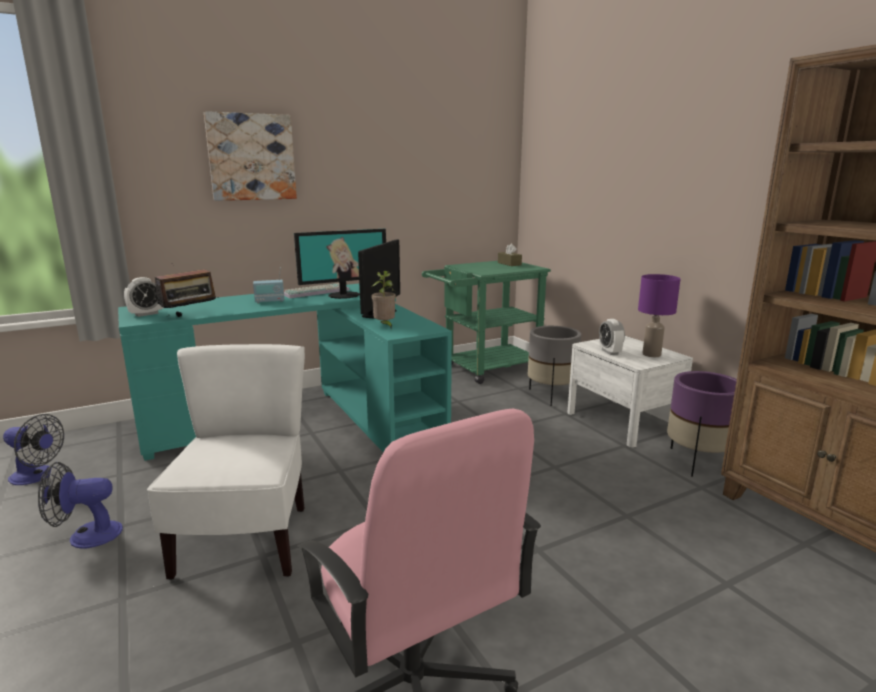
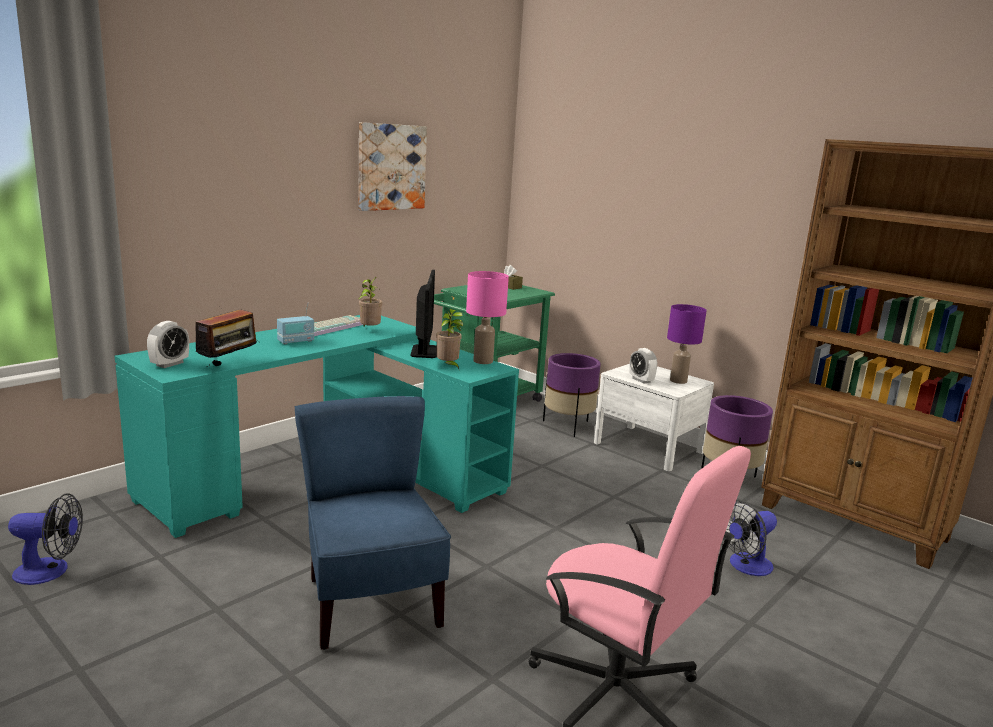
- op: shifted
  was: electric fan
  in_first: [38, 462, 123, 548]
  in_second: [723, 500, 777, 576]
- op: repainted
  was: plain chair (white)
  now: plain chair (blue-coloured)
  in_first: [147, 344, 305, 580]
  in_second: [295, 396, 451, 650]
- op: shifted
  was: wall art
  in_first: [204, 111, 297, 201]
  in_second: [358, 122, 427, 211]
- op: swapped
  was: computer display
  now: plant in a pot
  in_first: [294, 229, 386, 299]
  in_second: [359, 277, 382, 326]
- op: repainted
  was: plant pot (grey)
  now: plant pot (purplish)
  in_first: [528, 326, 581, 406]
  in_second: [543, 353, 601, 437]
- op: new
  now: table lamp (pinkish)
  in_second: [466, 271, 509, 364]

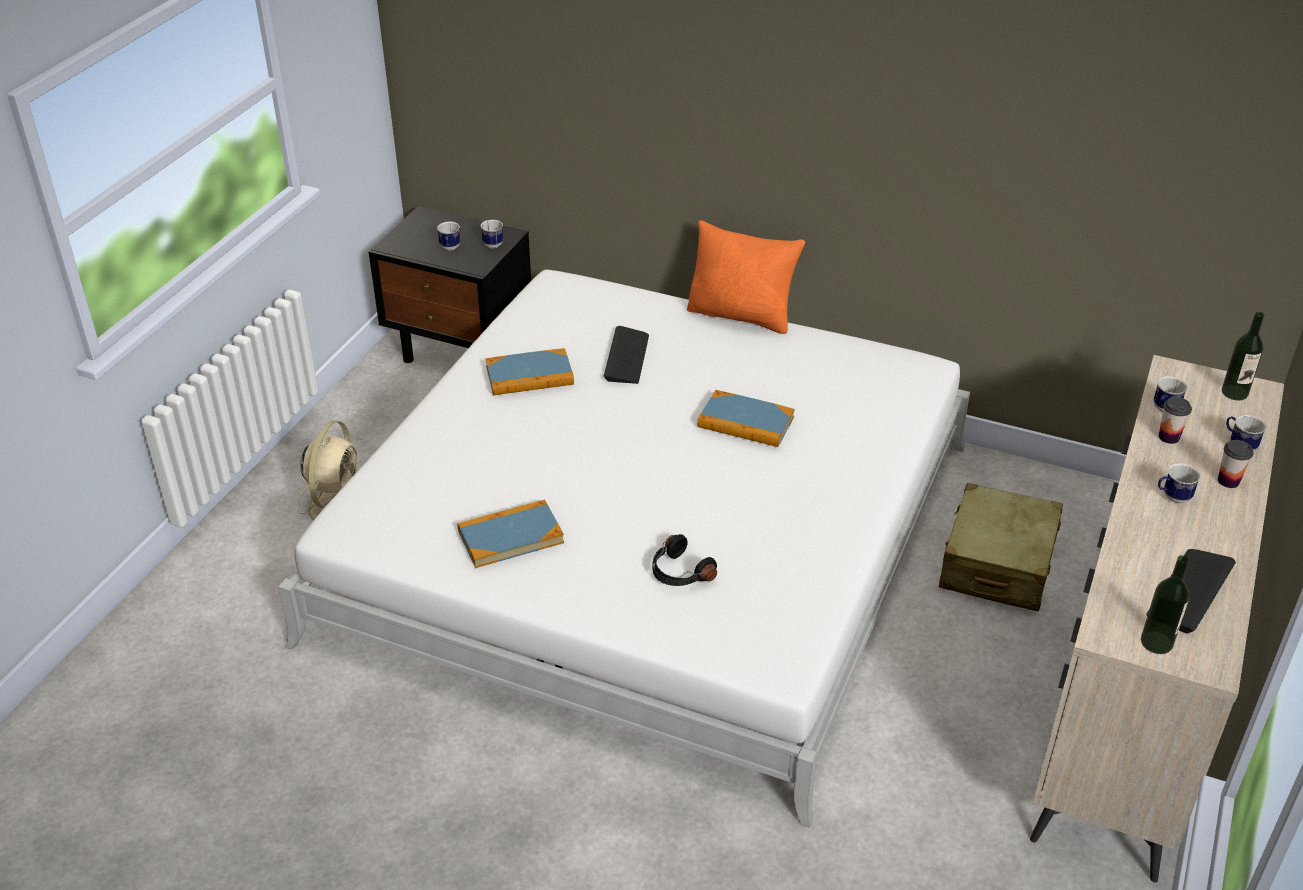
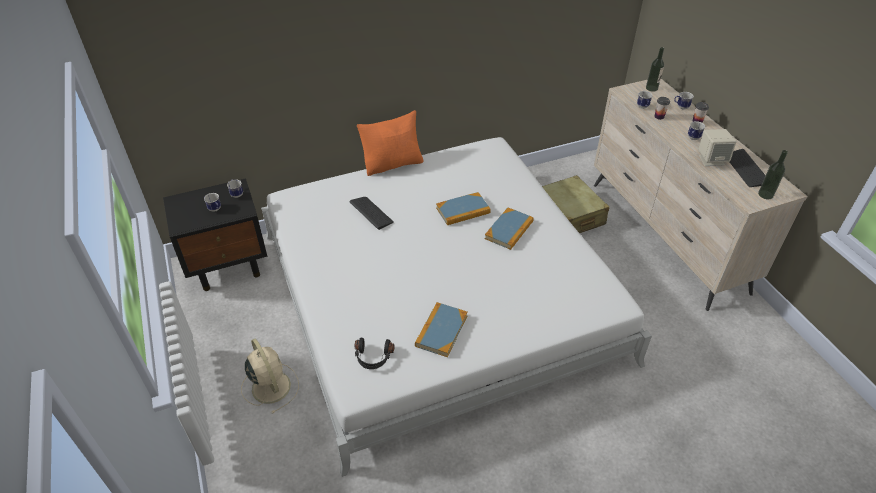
- op: shifted
  was: volume
  in_first: [486, 348, 574, 395]
  in_second: [485, 208, 534, 250]
- op: shifted
  was: headphones (black)
  in_first: [652, 534, 717, 586]
  in_second: [355, 338, 395, 369]
- op: new
  now: audio speaker (sand-coloured)
  in_second: [698, 129, 737, 166]

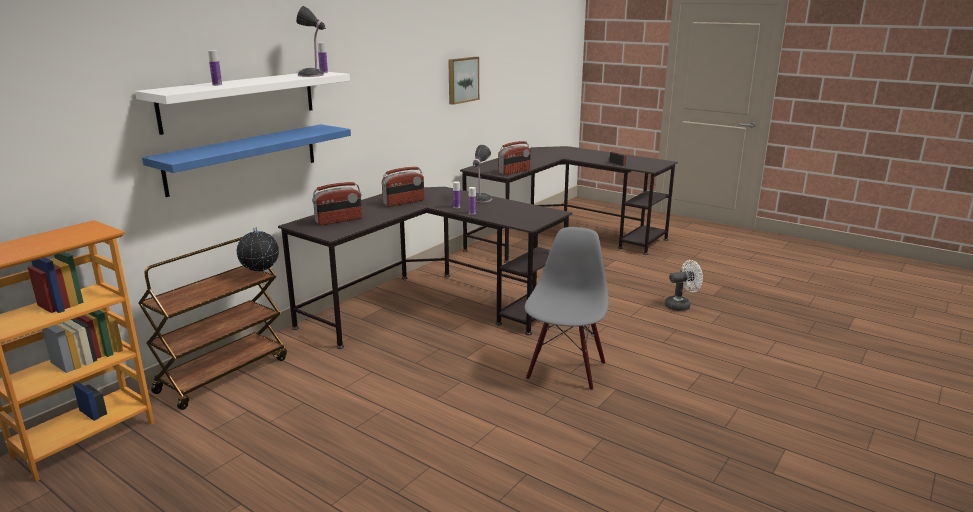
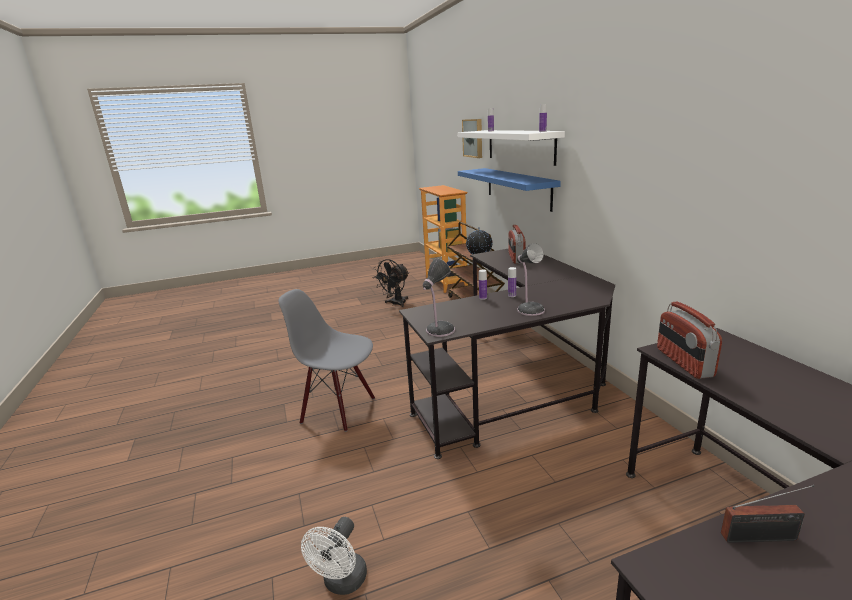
- op: shifted
  was: table lamp
  in_first: [296, 6, 326, 77]
  in_second: [423, 259, 455, 337]
- op: gone
  was: radio receiver
  in_first: [381, 167, 424, 207]
- op: shifted
  was: wall art
  in_first: [448, 57, 479, 105]
  in_second: [462, 119, 482, 158]
- op: rotated
  was: plain chair (grey)
  in_first: [525, 227, 609, 390]
  in_second: [278, 289, 375, 432]
  clockwise: 150
- op: new
  now: electric fan (black)
  in_second: [373, 259, 409, 307]

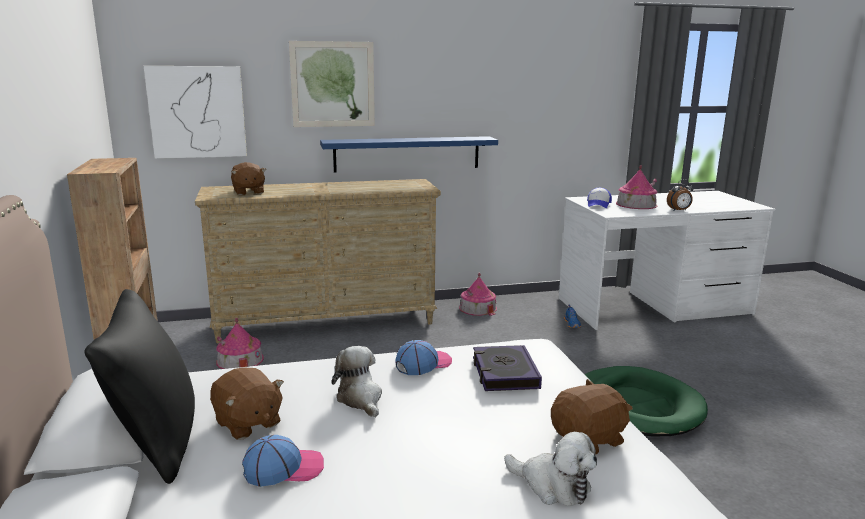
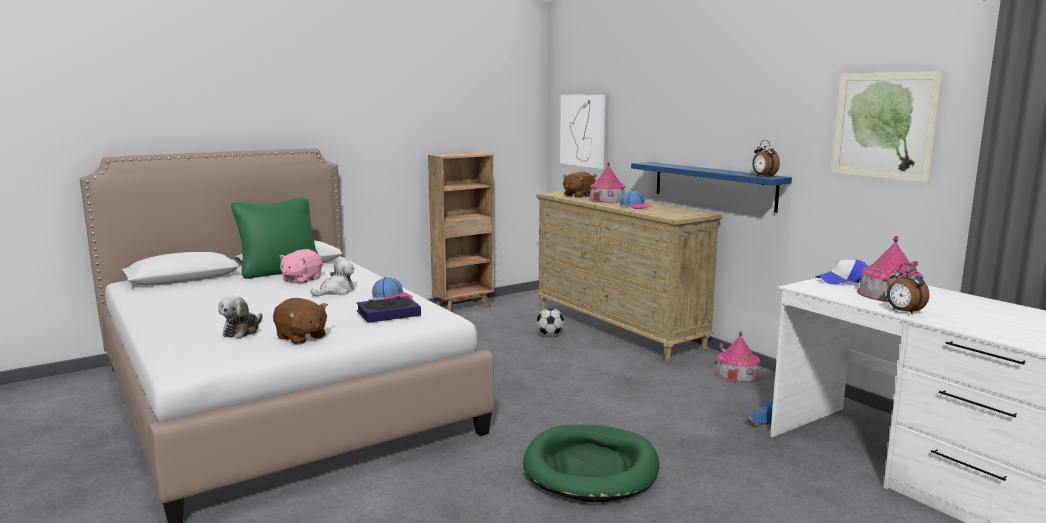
- op: repainted
  was: throw pillow (black)
  now: throw pillow (greenish)
  in_first: [84, 289, 195, 484]
  in_second: [231, 197, 318, 279]
- op: repainted
  was: soft toy (brown-coloured)
  now: soft toy (pinkish)
  in_first: [210, 367, 284, 440]
  in_second: [279, 249, 322, 284]
- op: shifted
  was: toy house
  in_first: [216, 318, 264, 369]
  in_second: [588, 162, 626, 203]
- op: shifted
  was: cap
  in_first: [242, 435, 324, 487]
  in_second: [620, 190, 652, 209]
- op: shifted
  was: wall art
  in_first: [289, 41, 375, 127]
  in_second: [832, 71, 943, 183]
- op: new
  now: ball for football
  in_second: [536, 308, 564, 336]
- op: new
  now: alarm clock
  in_second: [752, 140, 780, 177]

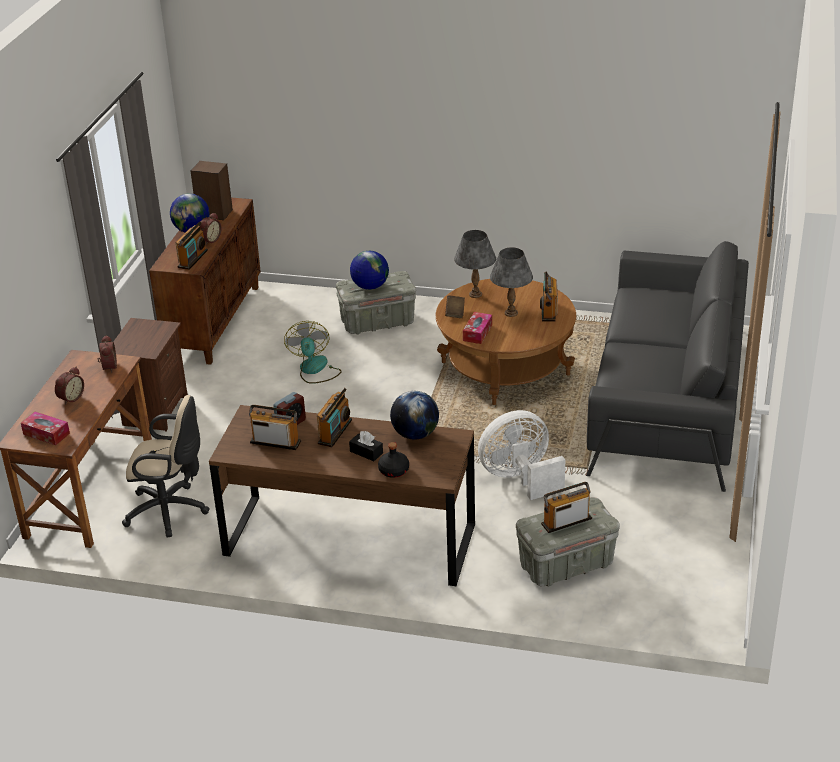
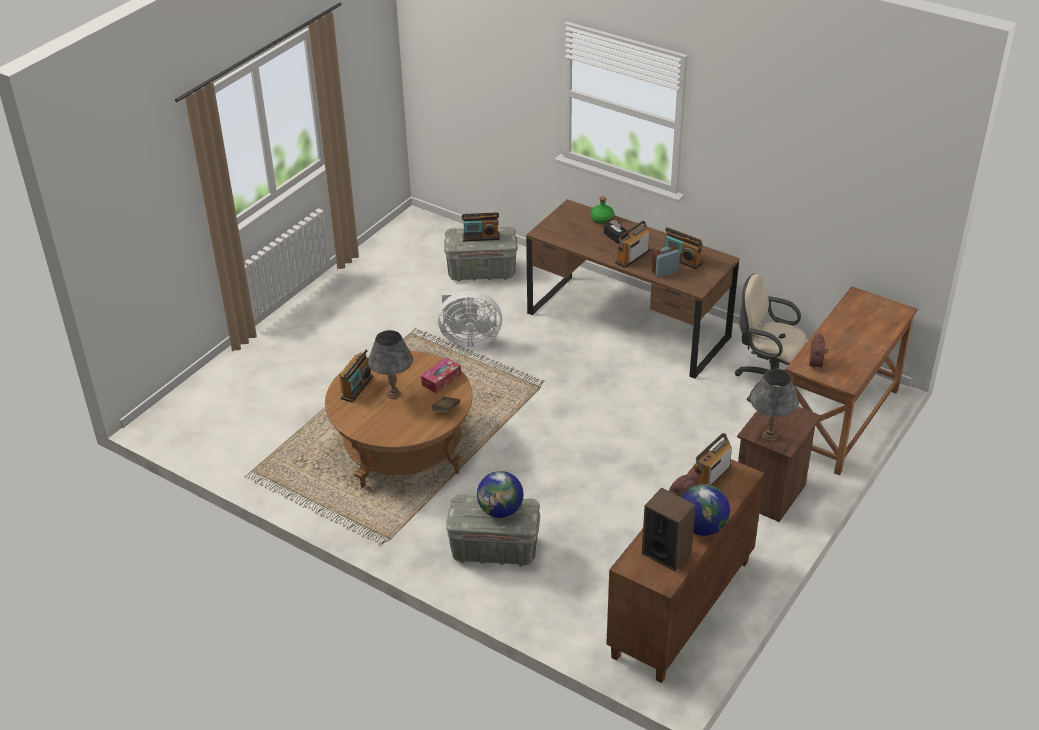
- op: gone
  was: tissue holder
  in_first: [21, 412, 70, 445]
- op: gone
  was: alarm clock
  in_first: [55, 367, 84, 405]
- op: gone
  was: electric fan
  in_first: [284, 321, 342, 384]
- op: repainted
  was: bottle (black)
  now: bottle (greenish)
  in_first: [378, 442, 409, 478]
  in_second: [591, 196, 614, 224]
- op: gone
  was: desk globe
  in_first: [390, 391, 439, 440]
- op: shifted
  was: table lamp (grey)
  in_first: [454, 230, 496, 298]
  in_second: [750, 369, 799, 441]
- op: gone
  was: settee (grey)
  in_first: [586, 241, 749, 492]

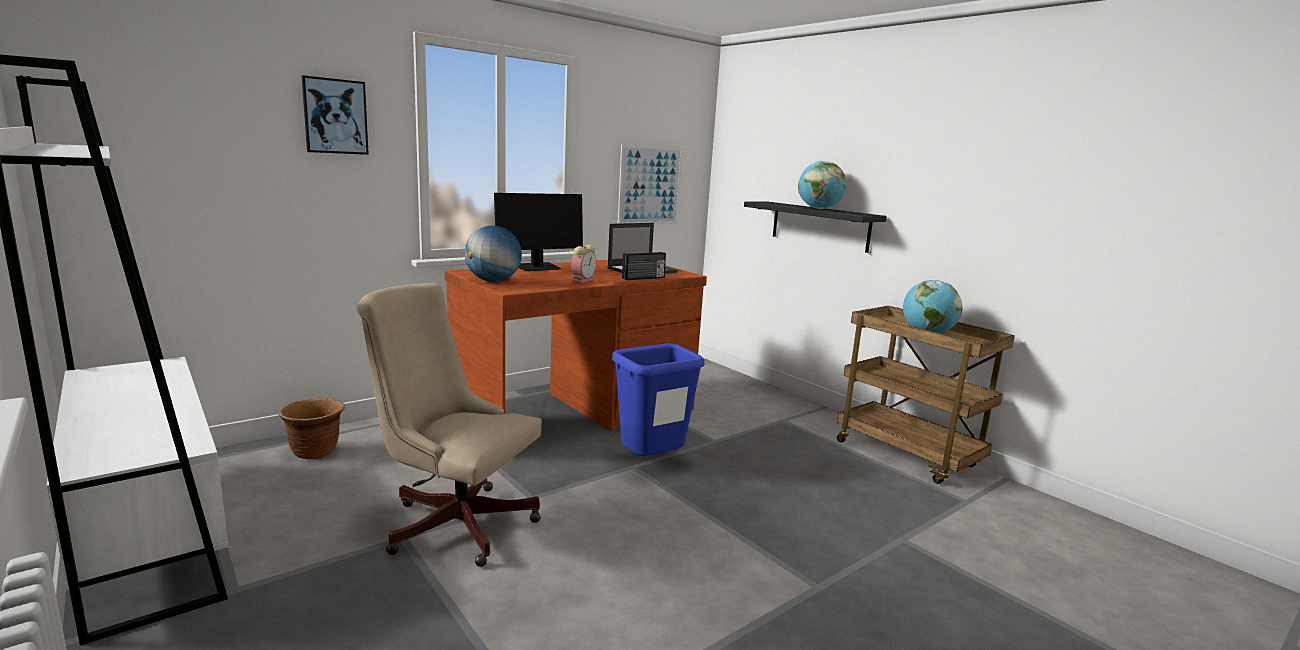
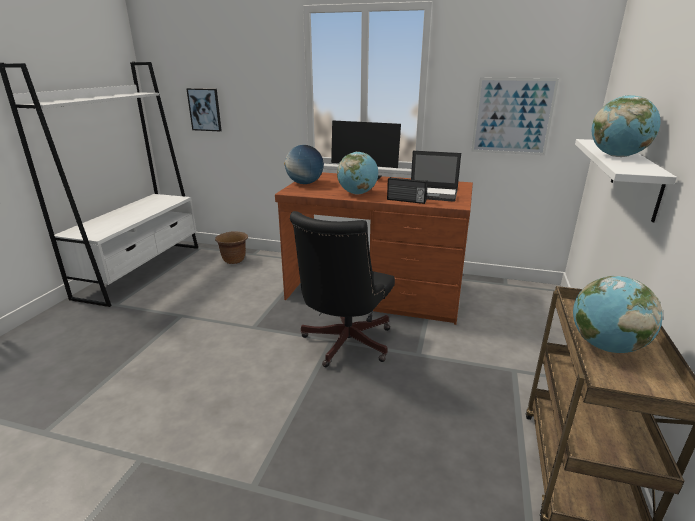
- op: shifted
  was: wall art
  in_first: [302, 75, 369, 155]
  in_second: [186, 88, 222, 131]
- op: gone
  was: office chair (sand-coloured)
  in_first: [356, 283, 542, 567]
- op: swapped
  was: alarm clock
  now: desk globe
  in_first: [571, 245, 597, 283]
  in_second: [337, 152, 378, 195]
- op: swapped
  was: trash can (blue-coloured)
  now: office chair (black)
  in_first: [612, 343, 705, 456]
  in_second: [290, 211, 395, 367]
- op: repainted
  was: bracket shelf (black)
  now: bracket shelf (white)
  in_first: [744, 201, 887, 253]
  in_second: [575, 139, 677, 222]

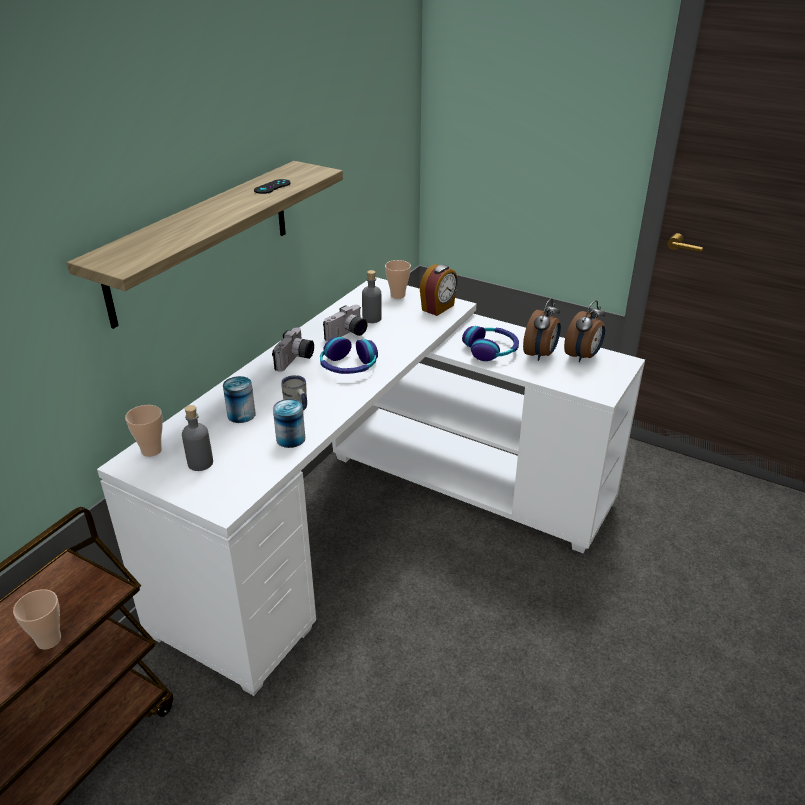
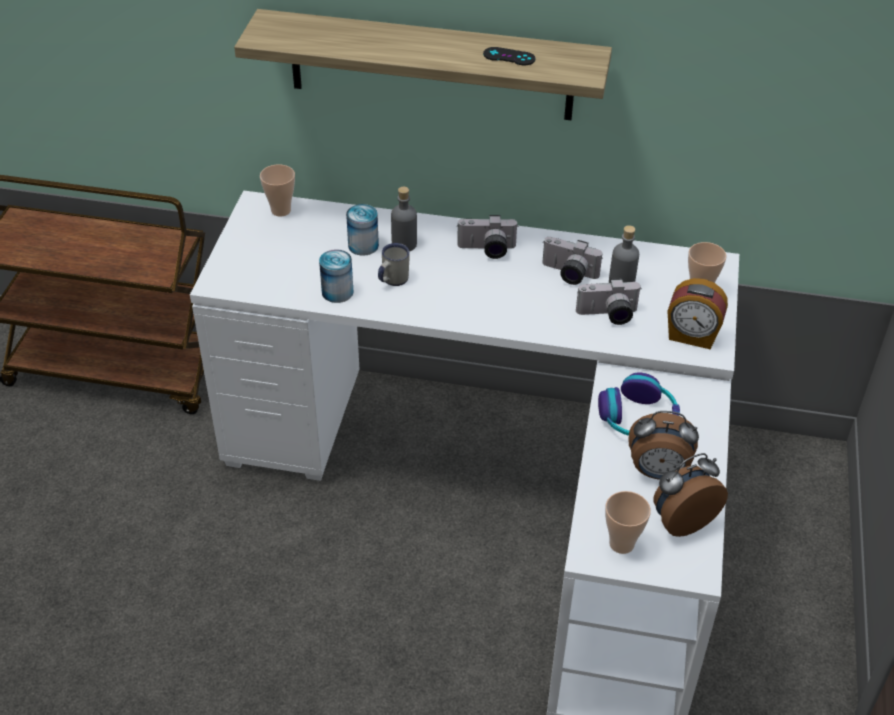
- op: shifted
  was: small cup
  in_first: [13, 589, 61, 650]
  in_second: [605, 491, 651, 554]
- op: shifted
  was: bottle (grey)
  in_first: [182, 405, 213, 471]
  in_second: [391, 187, 417, 252]
- op: gone
  was: headphones
  in_first: [320, 337, 378, 374]
- op: rotated
  was: alarm clock
  in_first: [564, 300, 605, 362]
  in_second: [653, 453, 728, 537]
  clockwise: 135
- op: new
  now: still camera
  in_second: [576, 278, 642, 325]

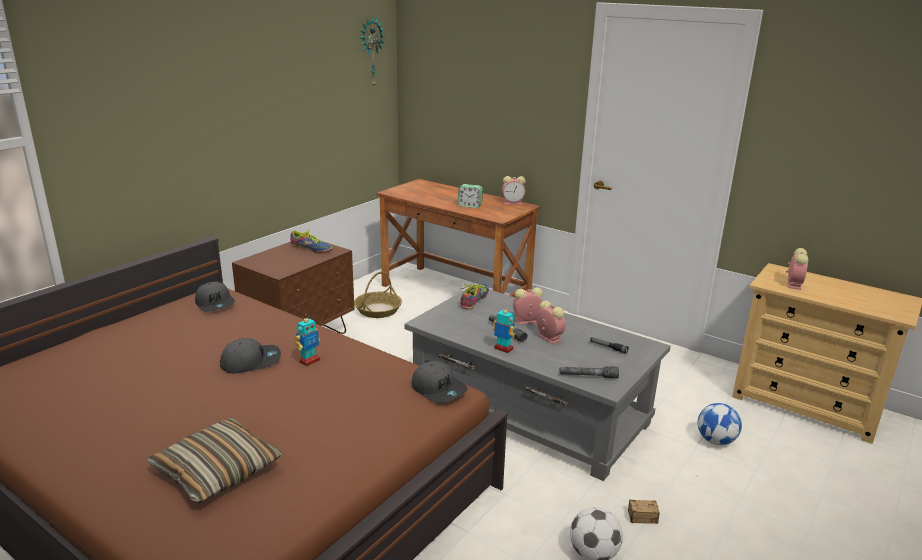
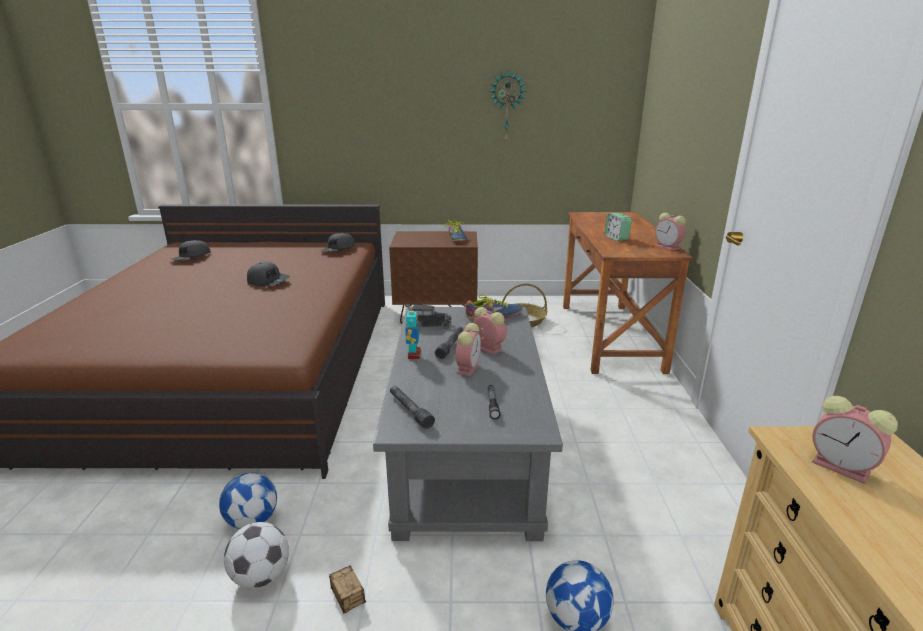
- op: gone
  was: throw pillow
  in_first: [147, 418, 282, 504]
- op: gone
  was: toy robot
  in_first: [295, 314, 320, 366]
- op: shifted
  was: wall clock
  in_first: [360, 17, 385, 86]
  in_second: [490, 70, 526, 142]
- op: shifted
  was: cap (grey)
  in_first: [412, 361, 468, 403]
  in_second: [170, 240, 211, 260]
- op: rotated
  was: alarm clock
  in_first: [786, 248, 808, 290]
  in_second: [812, 396, 898, 484]
  clockwise: 60
- op: new
  now: ball for football
  in_second: [219, 473, 277, 529]
- op: new
  now: model truck
  in_second: [408, 304, 452, 329]

